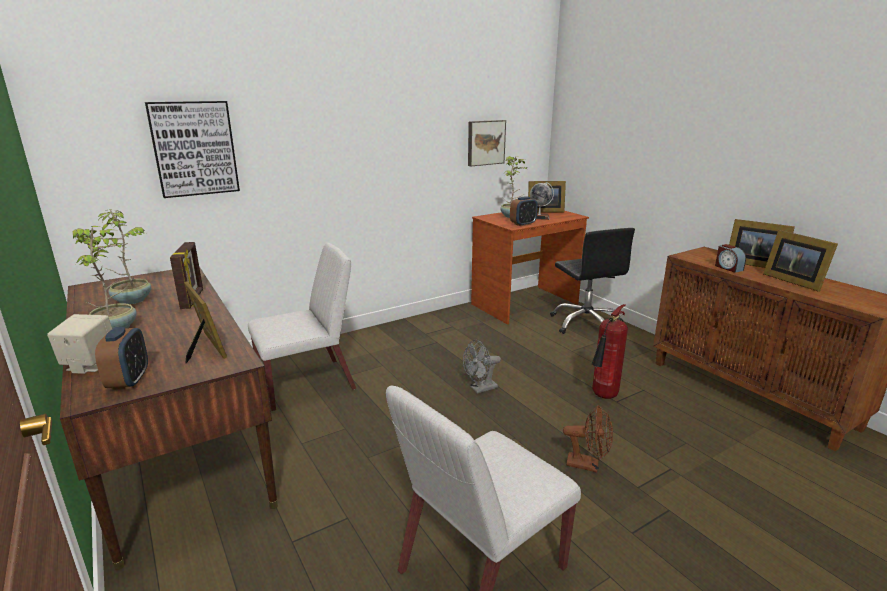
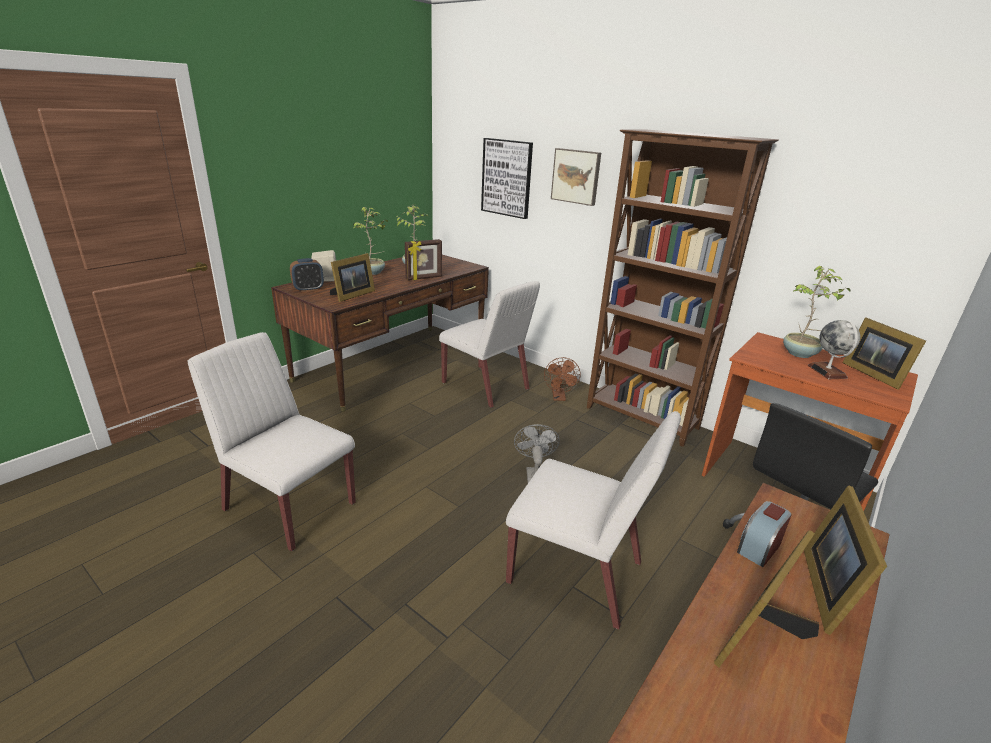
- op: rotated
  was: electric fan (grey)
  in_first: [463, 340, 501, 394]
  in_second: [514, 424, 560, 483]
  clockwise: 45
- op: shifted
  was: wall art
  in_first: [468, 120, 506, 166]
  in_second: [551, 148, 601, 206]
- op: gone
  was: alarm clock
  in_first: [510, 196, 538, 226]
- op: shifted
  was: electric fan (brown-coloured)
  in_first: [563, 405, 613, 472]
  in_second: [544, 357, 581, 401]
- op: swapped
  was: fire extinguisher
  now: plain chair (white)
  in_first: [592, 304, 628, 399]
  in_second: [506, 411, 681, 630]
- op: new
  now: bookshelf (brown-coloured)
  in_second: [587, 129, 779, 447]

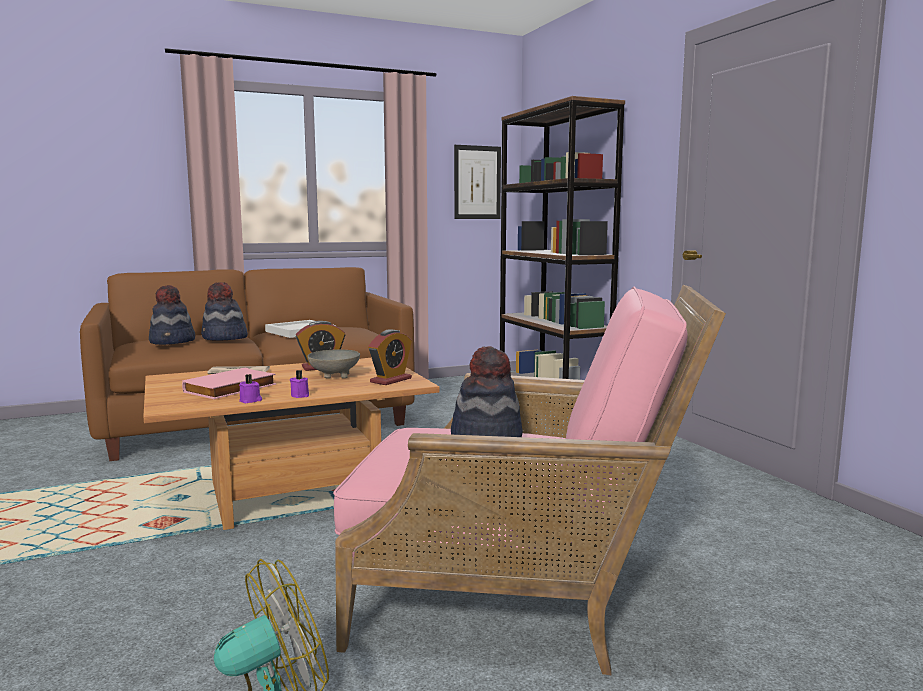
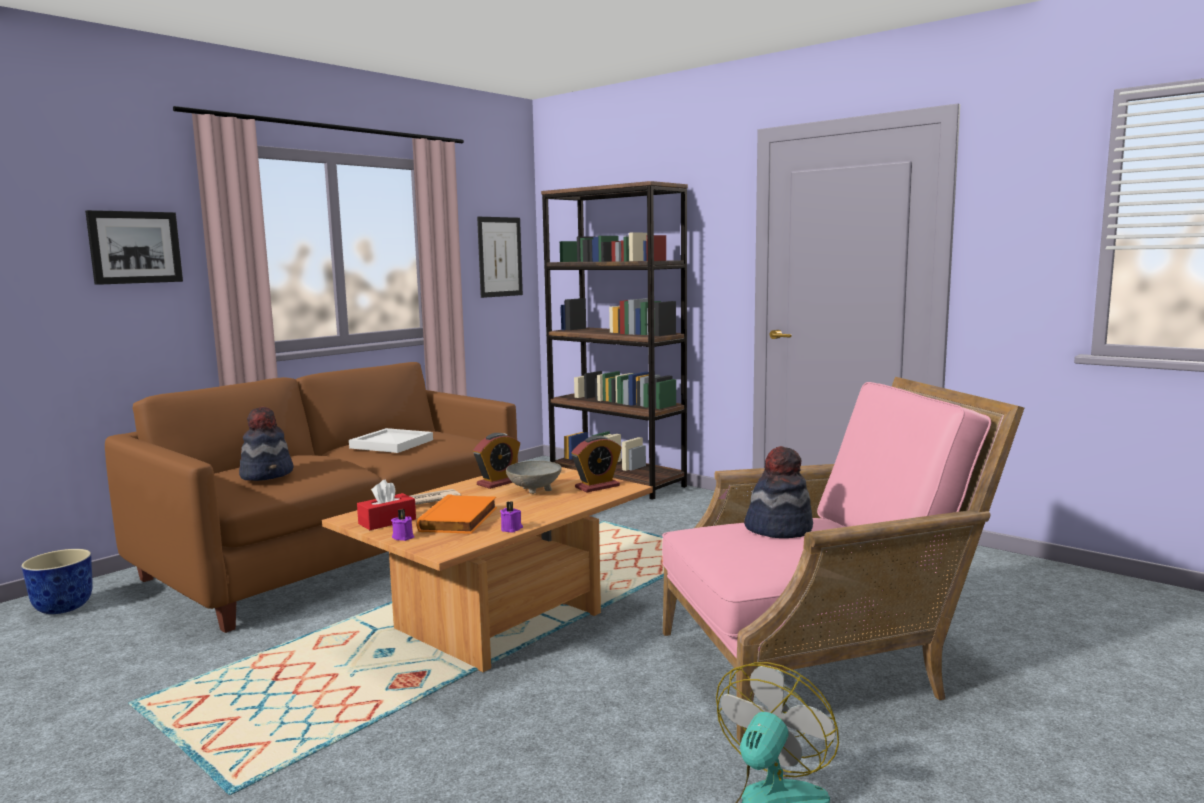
- op: repainted
  was: volume (pinkish)
  now: volume (orange)
  in_first: [182, 368, 276, 399]
  in_second: [417, 494, 497, 534]
- op: gone
  was: wearable hat
  in_first: [201, 282, 248, 340]
- op: shifted
  was: candle (purplish)
  in_first: [290, 370, 309, 398]
  in_second: [391, 509, 414, 541]
- op: rotated
  was: alarm clock
  in_first: [368, 329, 412, 385]
  in_second: [572, 435, 621, 492]
  clockwise: 45
- op: new
  now: plant pot
  in_second: [21, 549, 93, 614]
- op: new
  now: wall art
  in_second: [85, 210, 183, 285]
- op: new
  now: tissue holder (red-coloured)
  in_second: [357, 480, 416, 530]

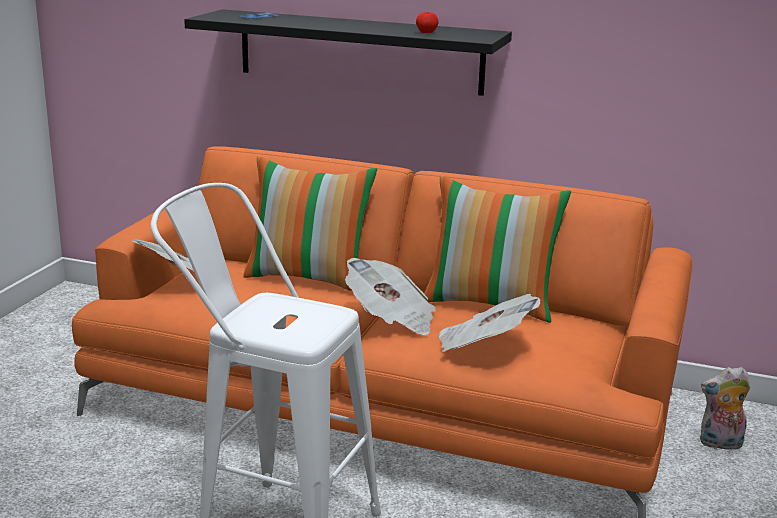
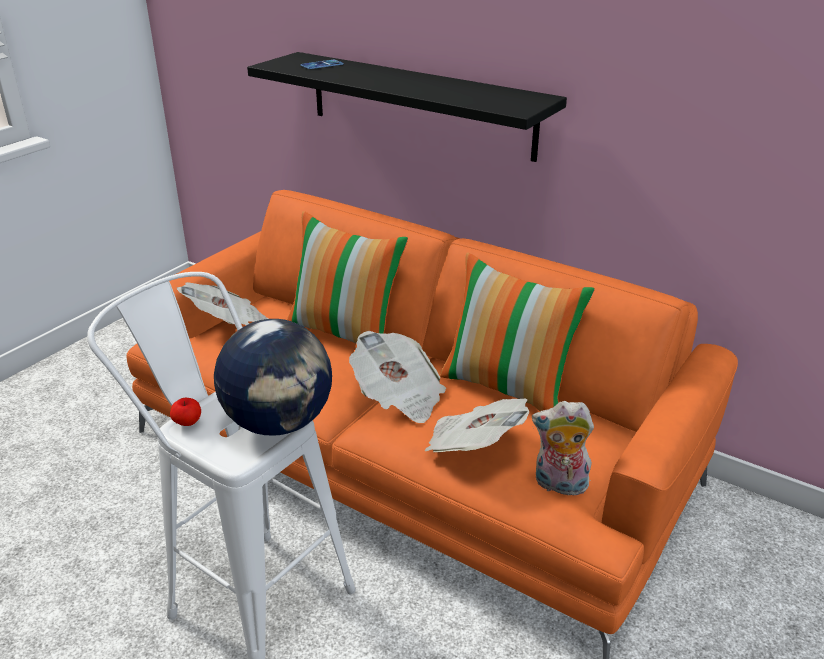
- op: shifted
  was: whole apple
  in_first: [416, 12, 438, 33]
  in_second: [170, 398, 201, 426]
- op: shifted
  was: soft toy
  in_first: [700, 367, 750, 450]
  in_second: [532, 401, 594, 499]
- op: new
  now: desk globe
  in_second: [214, 319, 332, 436]

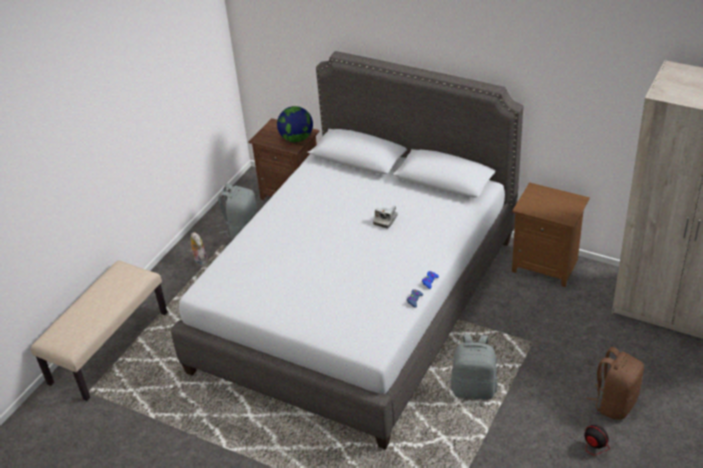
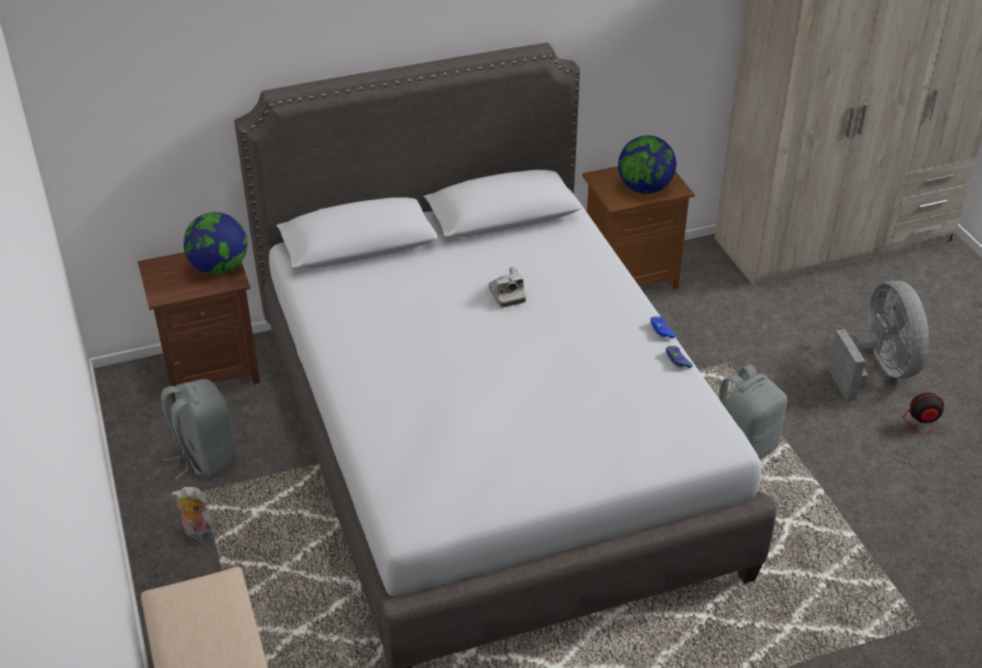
- op: swapped
  was: backpack (brown-coloured)
  now: electric fan (grey)
  in_first: [586, 347, 644, 420]
  in_second: [828, 281, 929, 401]
- op: new
  now: desk globe
  in_second: [618, 135, 676, 194]

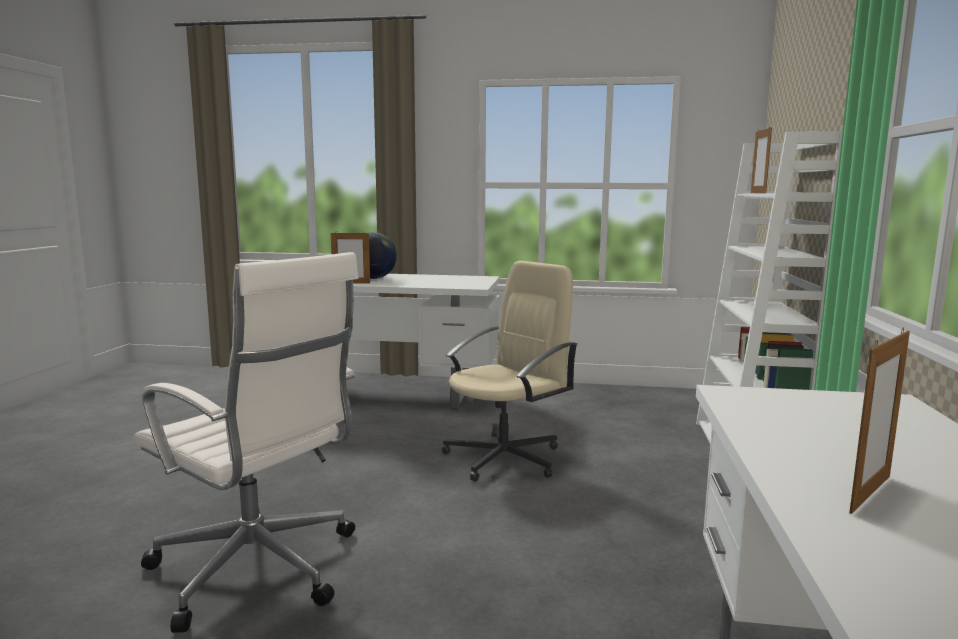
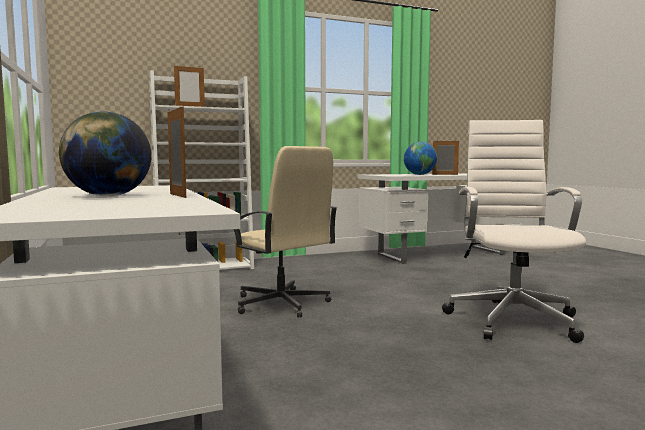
- op: rotated
  was: office chair (sand-coloured)
  in_first: [442, 261, 577, 481]
  in_second: [234, 146, 338, 318]
  clockwise: -150
- op: new
  now: desk globe
  in_second: [404, 142, 437, 175]

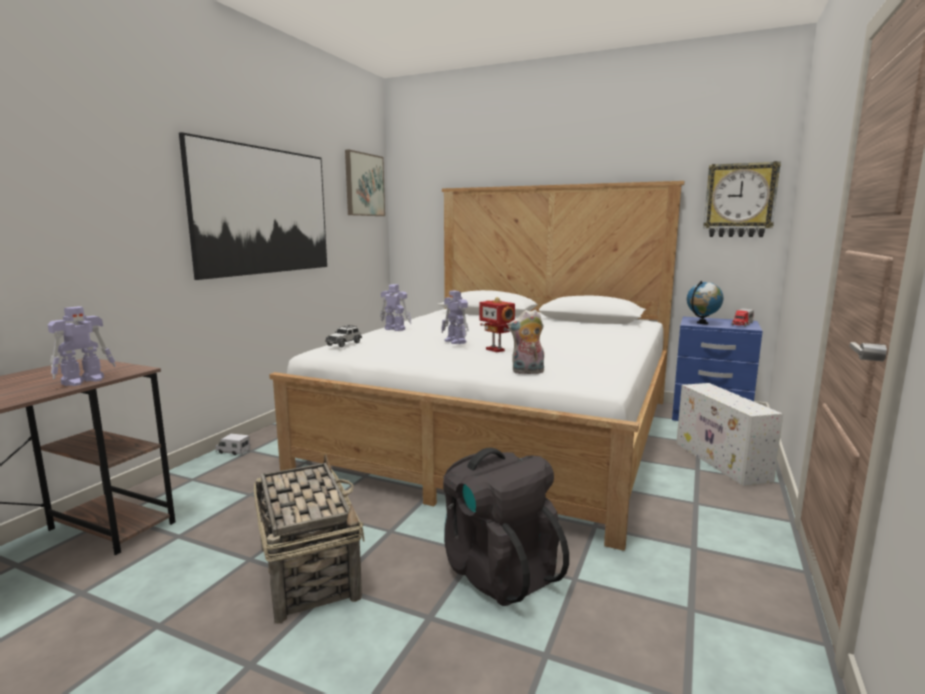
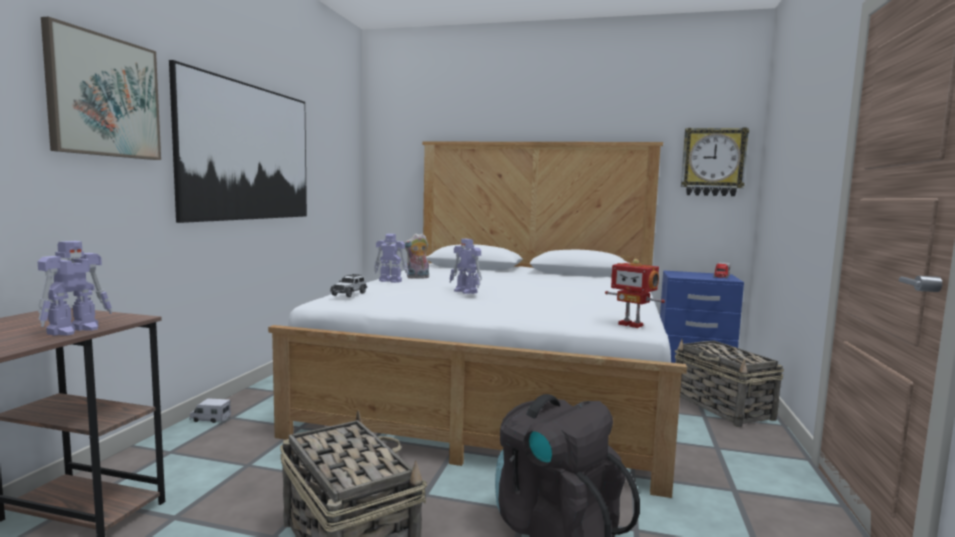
- op: shifted
  was: wall art
  in_first: [345, 149, 385, 216]
  in_second: [41, 17, 161, 160]
- op: shifted
  was: toy robot
  in_first: [480, 297, 515, 352]
  in_second: [605, 259, 665, 328]
- op: shifted
  was: soft toy
  in_first: [508, 309, 544, 374]
  in_second: [404, 233, 429, 279]
- op: swapped
  was: storage bin (white)
  now: basket
  in_first: [676, 383, 783, 486]
  in_second: [675, 339, 784, 427]
- op: gone
  was: desk globe
  in_first: [687, 281, 723, 324]

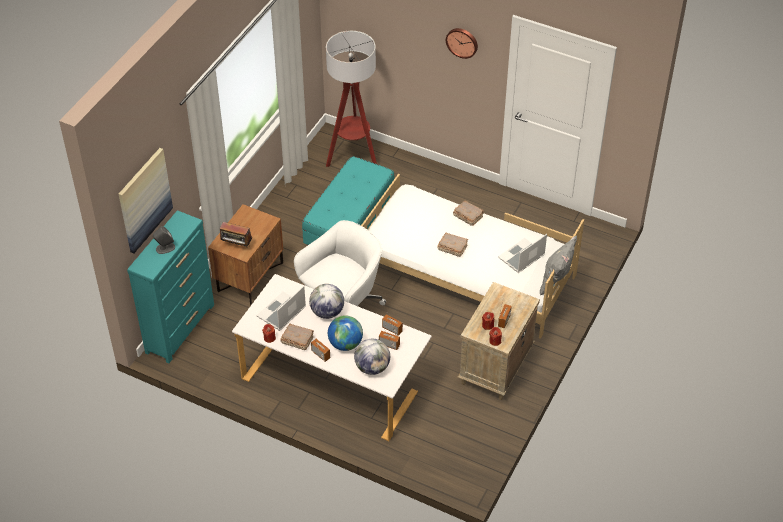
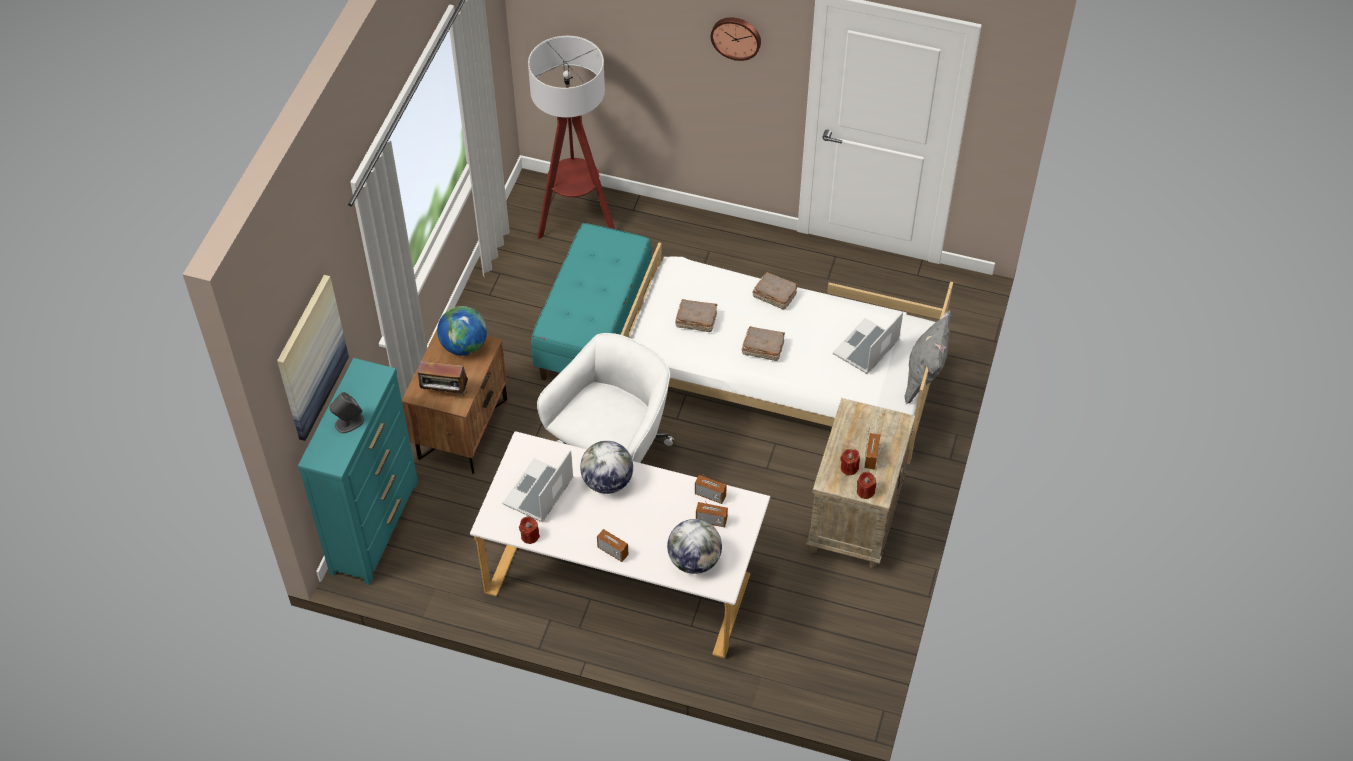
- op: shifted
  was: volume (brown-coloured)
  in_first: [280, 324, 314, 350]
  in_second: [675, 299, 718, 332]
- op: shifted
  was: desk globe
  in_first: [328, 315, 363, 351]
  in_second: [437, 306, 487, 356]

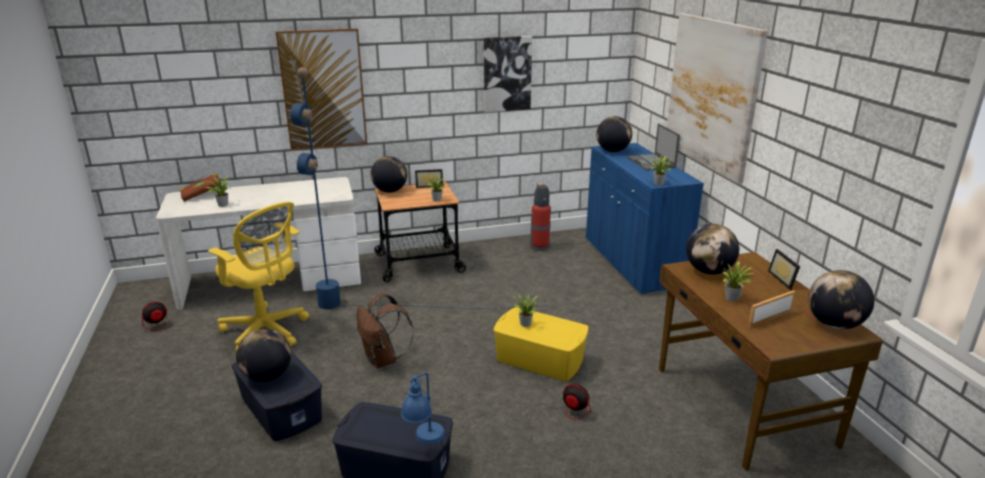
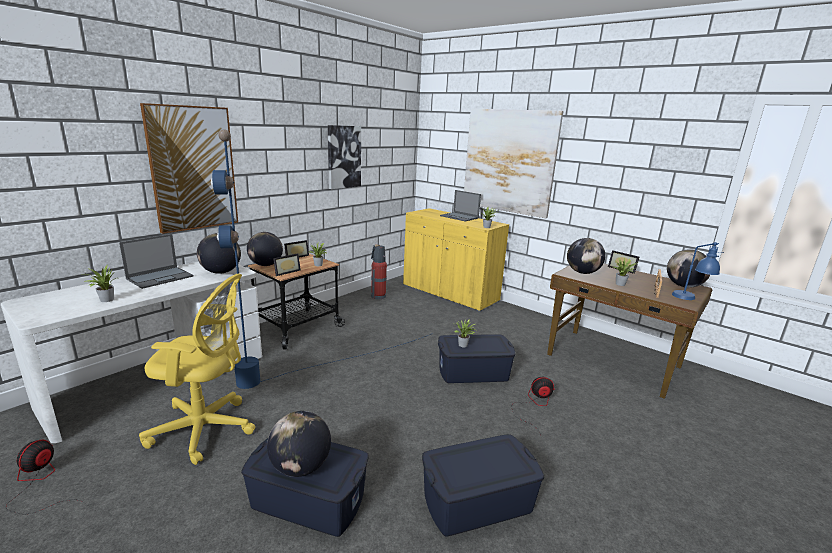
- op: gone
  was: volume (brown-coloured)
  in_first: [180, 173, 219, 202]
- op: gone
  was: backpack (brown-coloured)
  in_first: [357, 293, 414, 368]
- op: shifted
  was: table lamp (blue-coloured)
  in_first: [401, 372, 445, 445]
  in_second: [672, 242, 724, 300]
- op: repainted
  was: storage bin (yellow)
  now: storage bin (blue-coloured)
  in_first: [494, 307, 589, 381]
  in_second: [438, 334, 516, 383]
- op: repainted
  was: cabinet (blue-coloured)
  now: cabinet (yellow)
  in_first: [586, 143, 704, 295]
  in_second: [403, 208, 509, 312]
- op: shifted
  was: desk globe
  in_first: [596, 116, 632, 152]
  in_second: [197, 233, 241, 274]
- op: new
  now: portable computer
  in_second: [119, 234, 193, 289]
- op: new
  now: picture frame
  in_second: [273, 253, 301, 276]

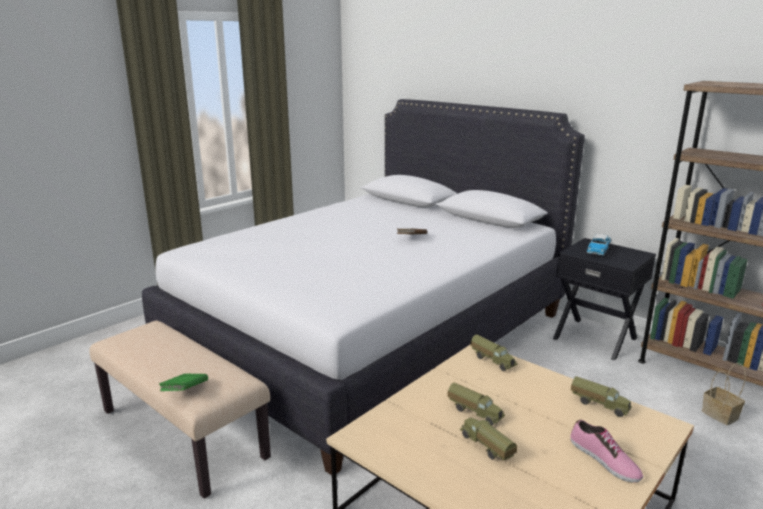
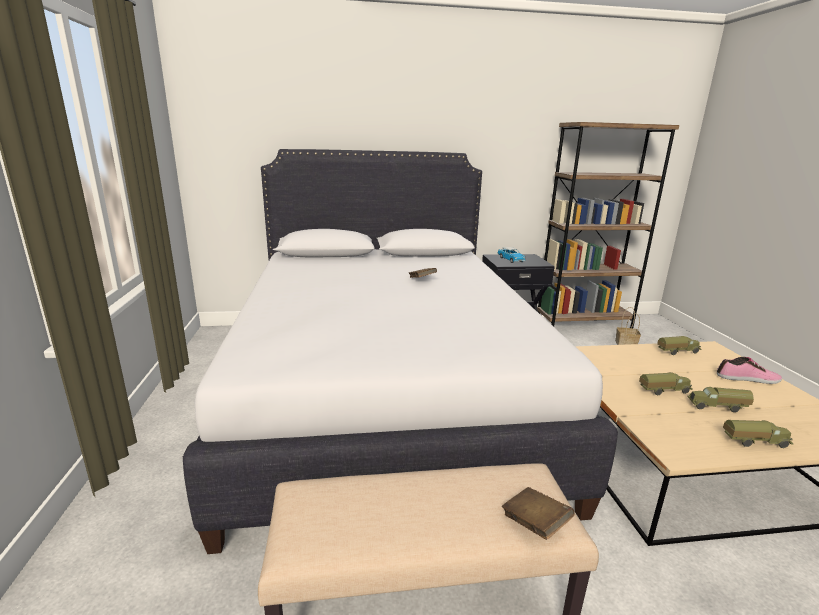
- op: repainted
  was: volume (greenish)
  now: volume (brown-coloured)
  in_first: [159, 374, 208, 391]
  in_second: [502, 487, 575, 540]
- op: shifted
  was: model truck
  in_first: [470, 334, 518, 371]
  in_second: [723, 420, 794, 448]

